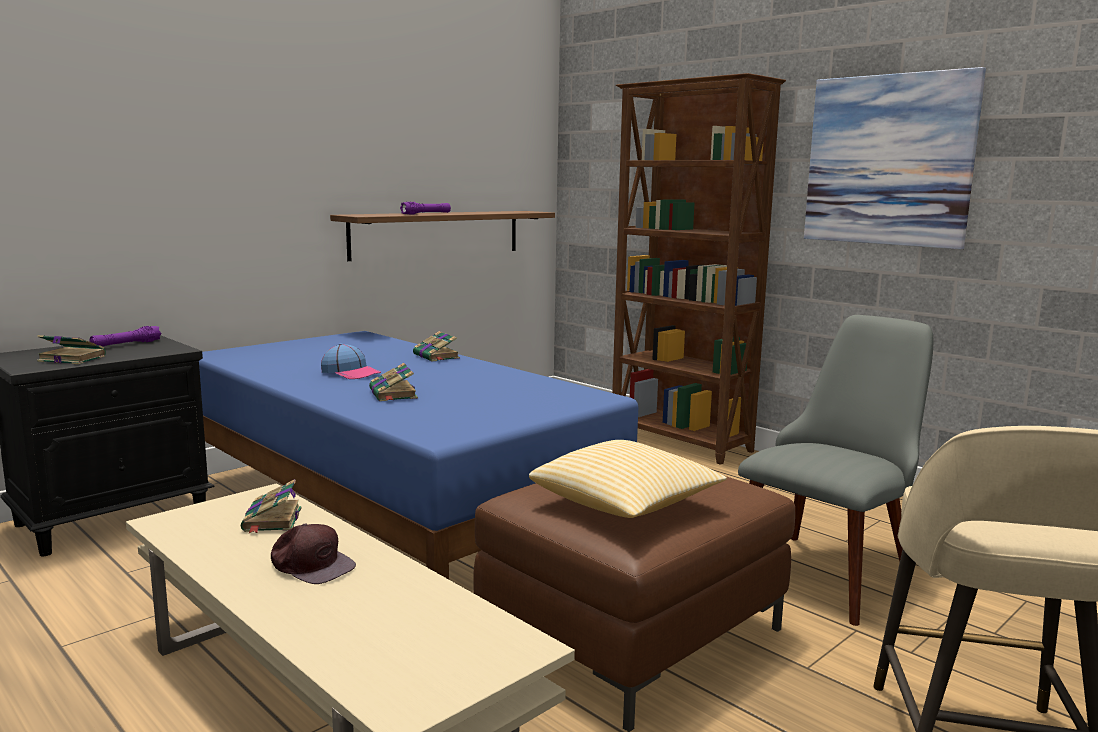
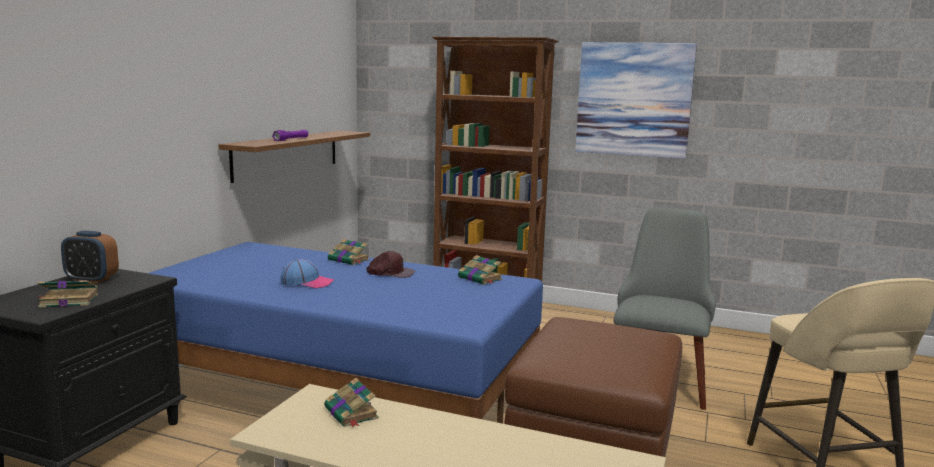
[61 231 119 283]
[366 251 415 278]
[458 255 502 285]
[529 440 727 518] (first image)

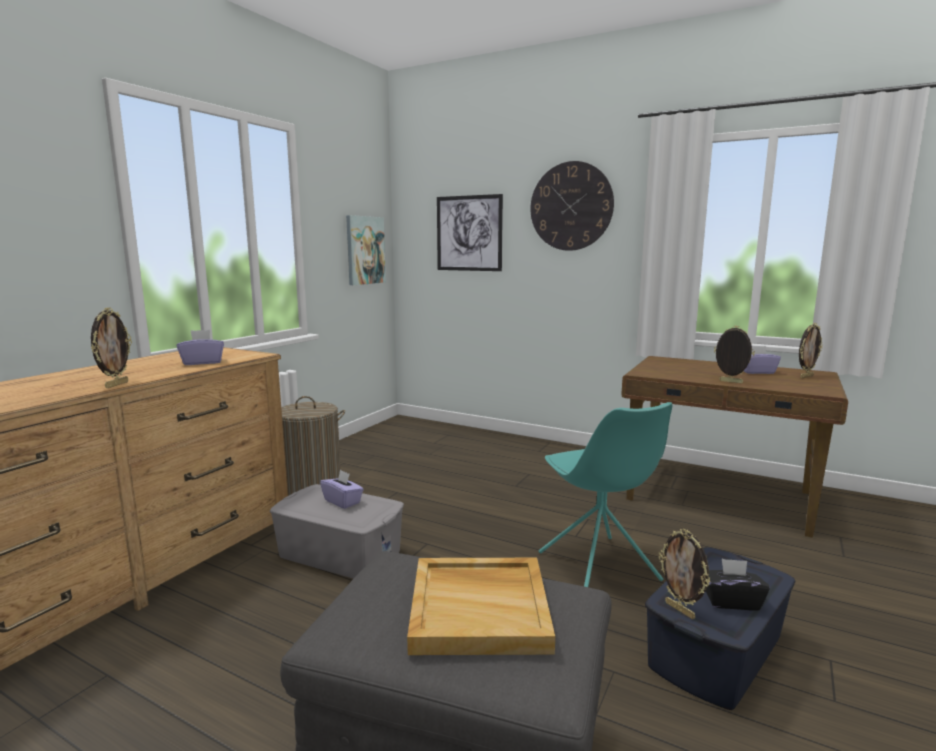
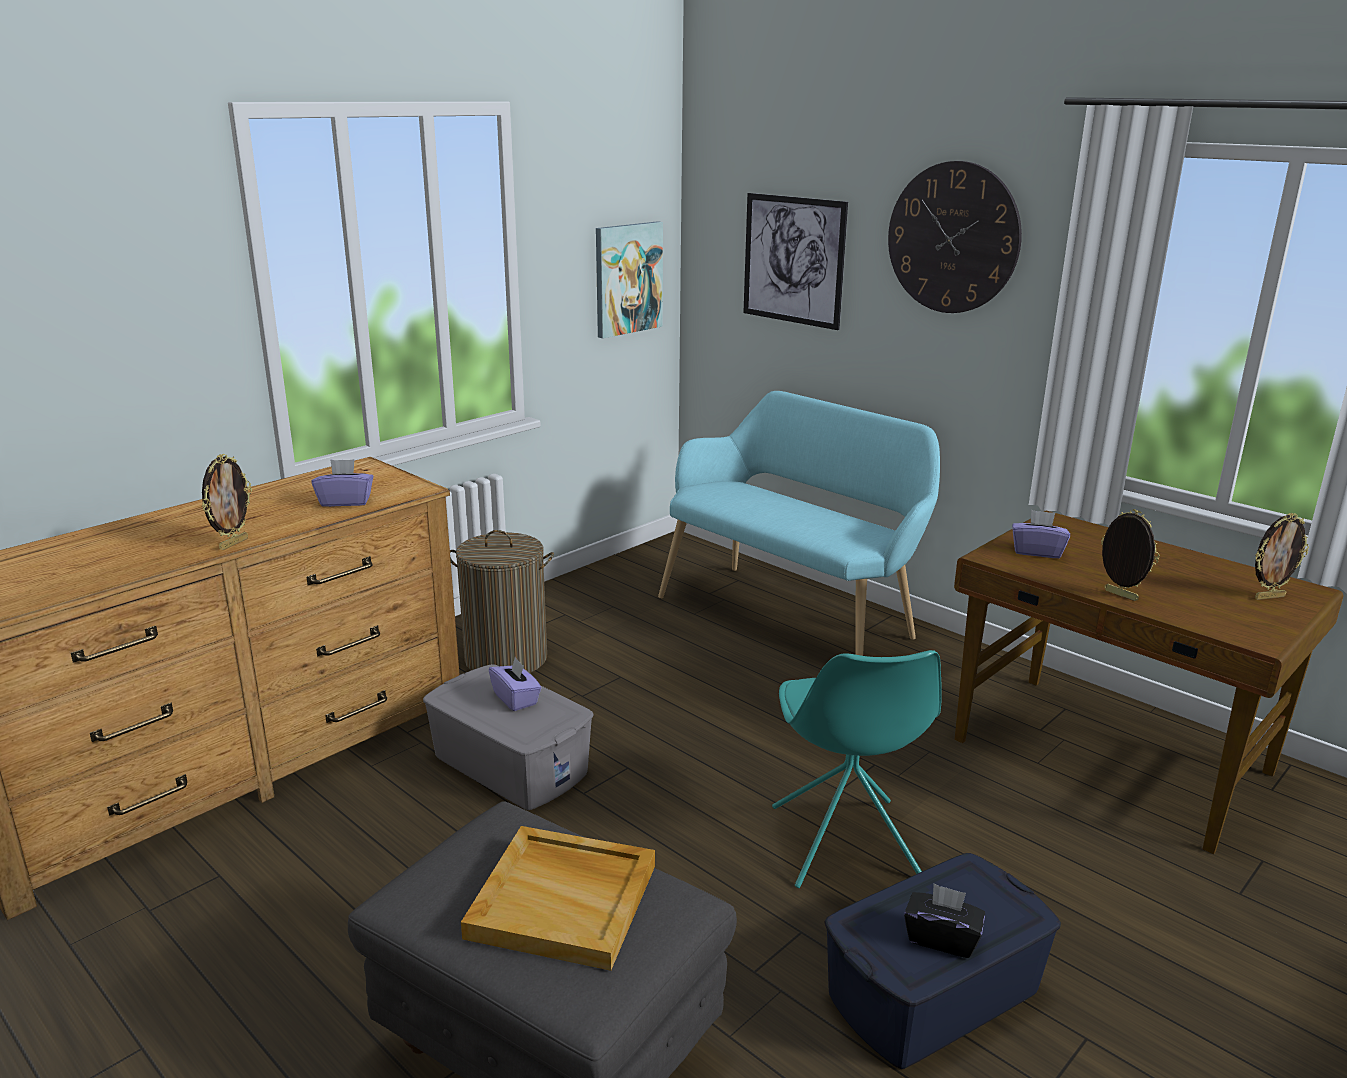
[658 391 940 656]
[1012 510 1070 558]
[659 529 710 619] (first image)

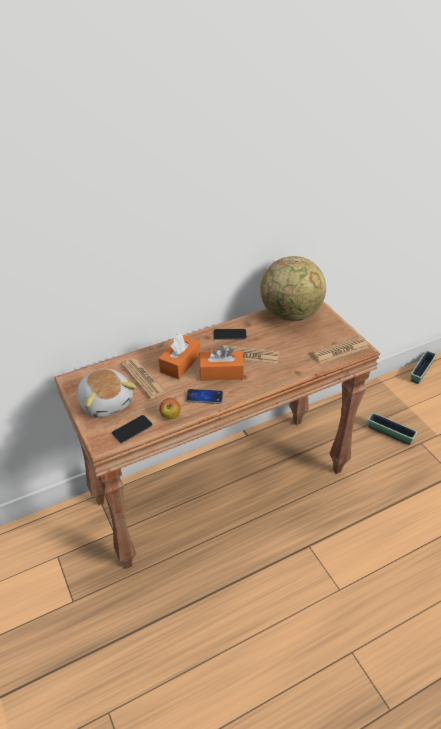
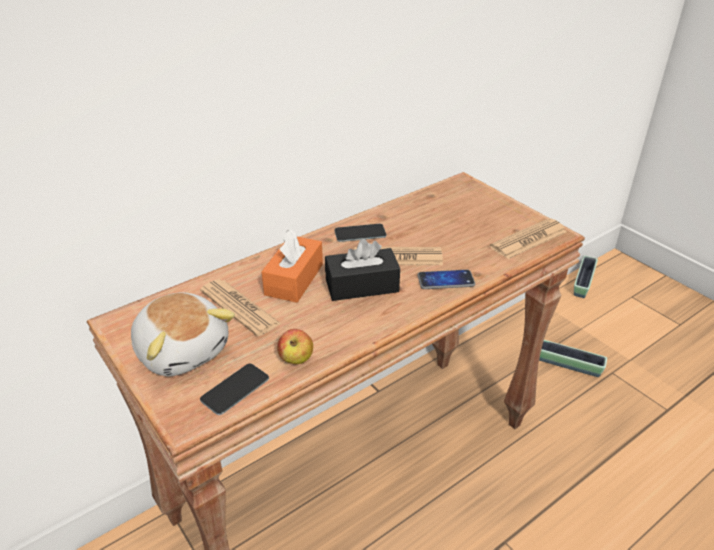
[325 239 400 301]
[417 270 475 289]
[261 256 326 321] (first image)

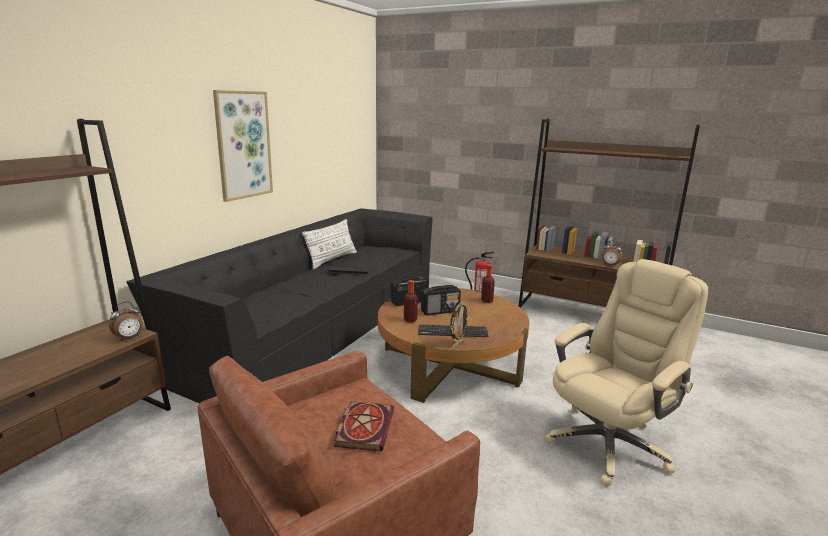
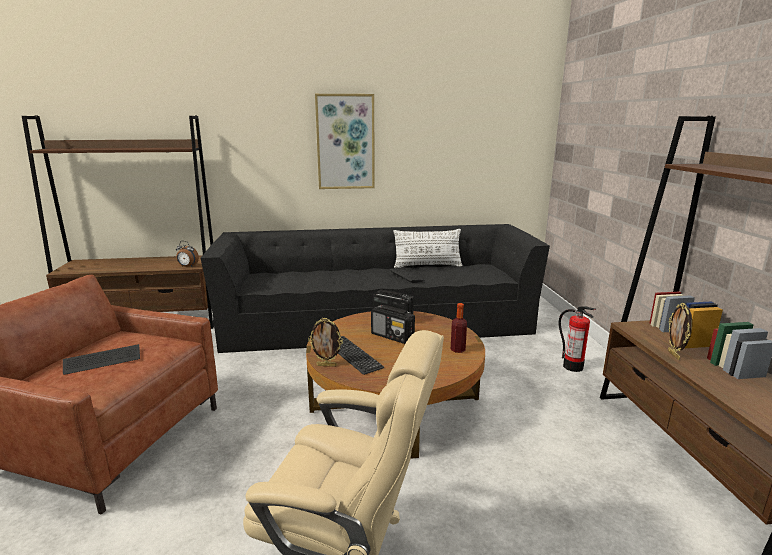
[63 344 140 375]
[668 303 692 360]
[404 280 418 323] (first image)
[602 241 623 267] (first image)

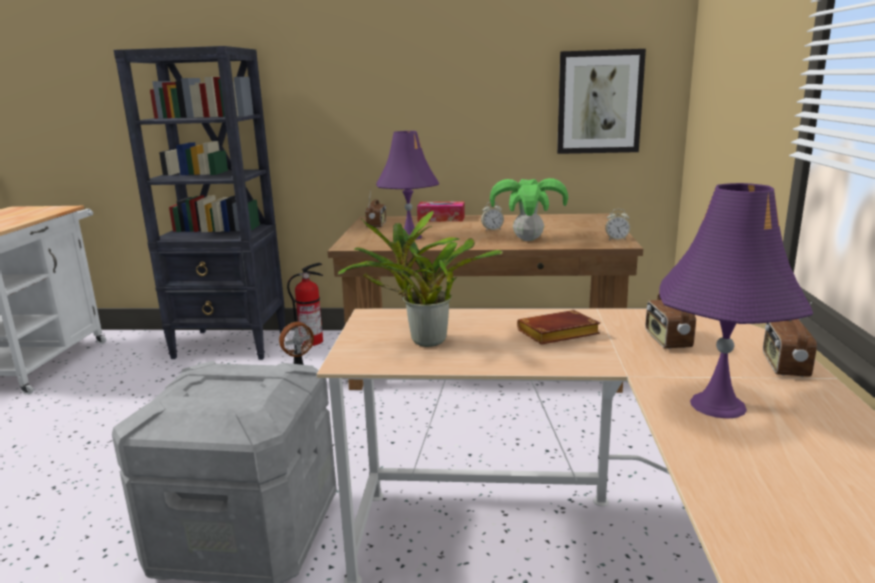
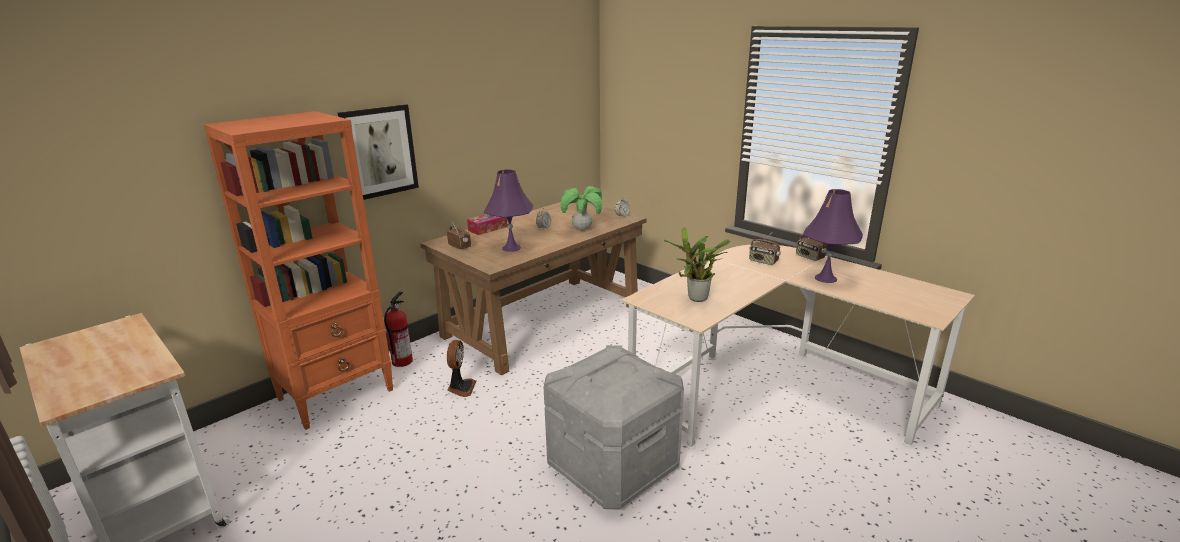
[203 111 394 430]
[338 104 419 200]
[517 310 600 344] (first image)

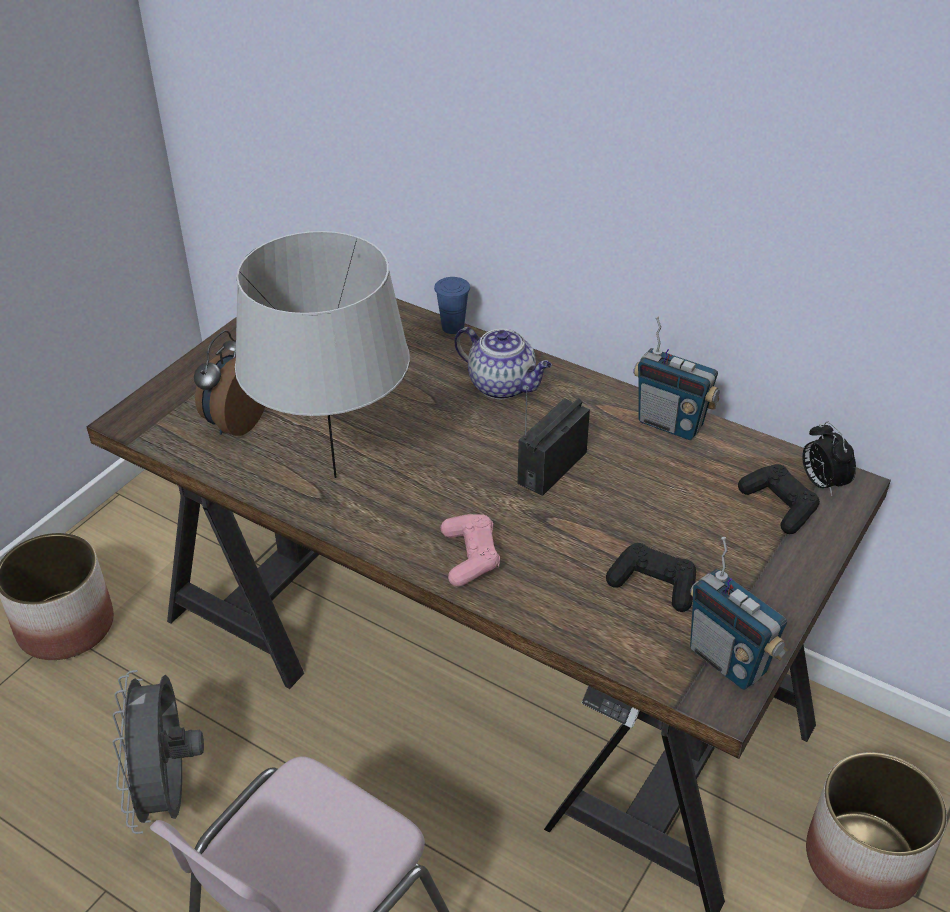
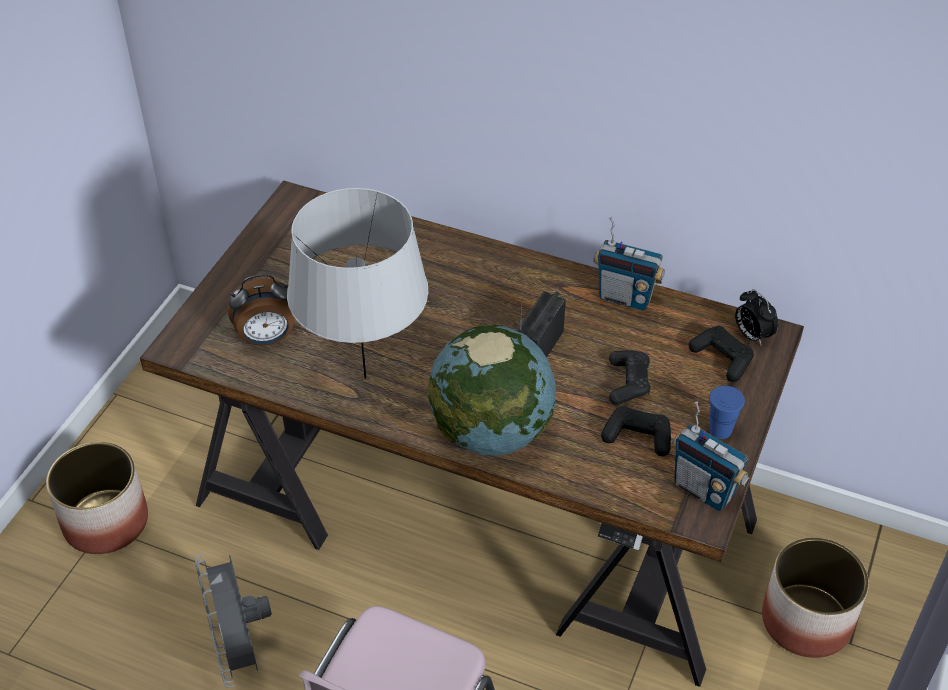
[227 274 294 346]
[427 325 556 456]
[609 350 651 405]
[709 386 745 439]
[455 327 552 399] (first image)

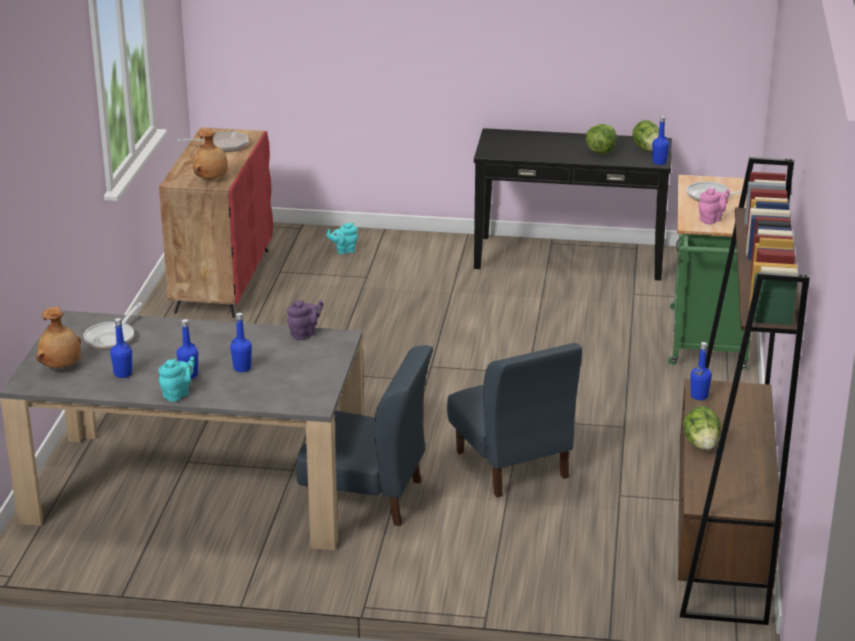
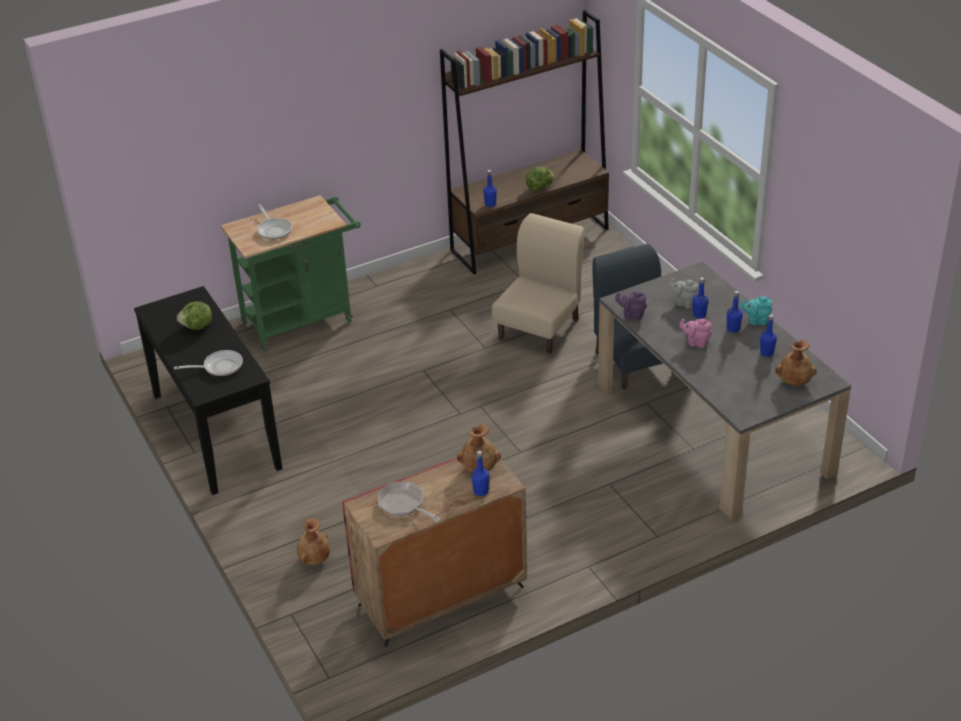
[174 350 243 376]
[297 518 330 565]
[471 450 490 496]
[492 213 584 354]
[669 278 698 308]
[679 318 712 348]
[632 120 659 152] (first image)

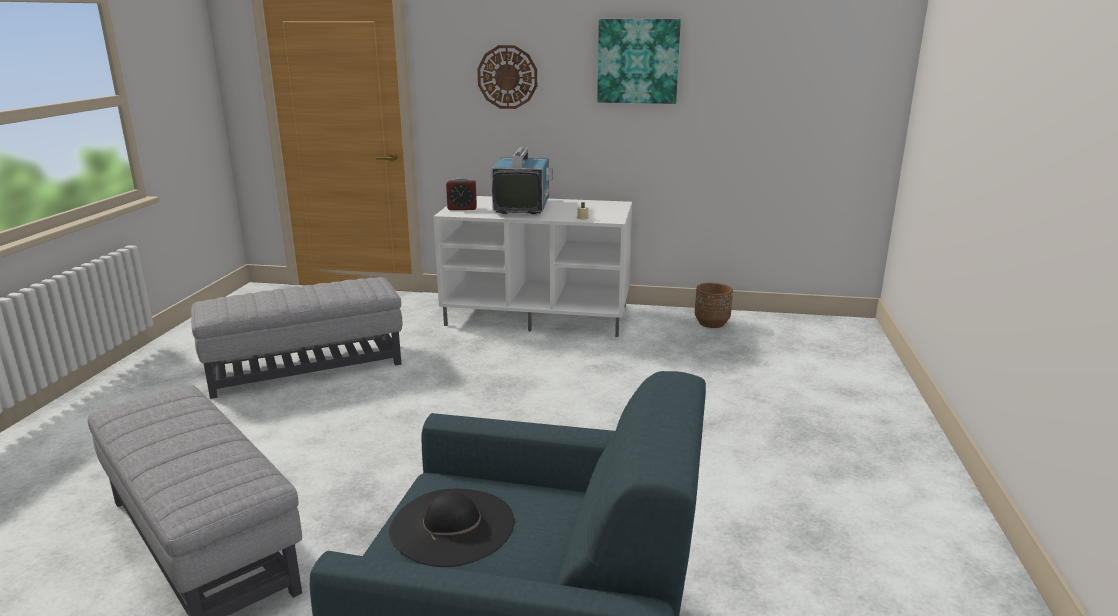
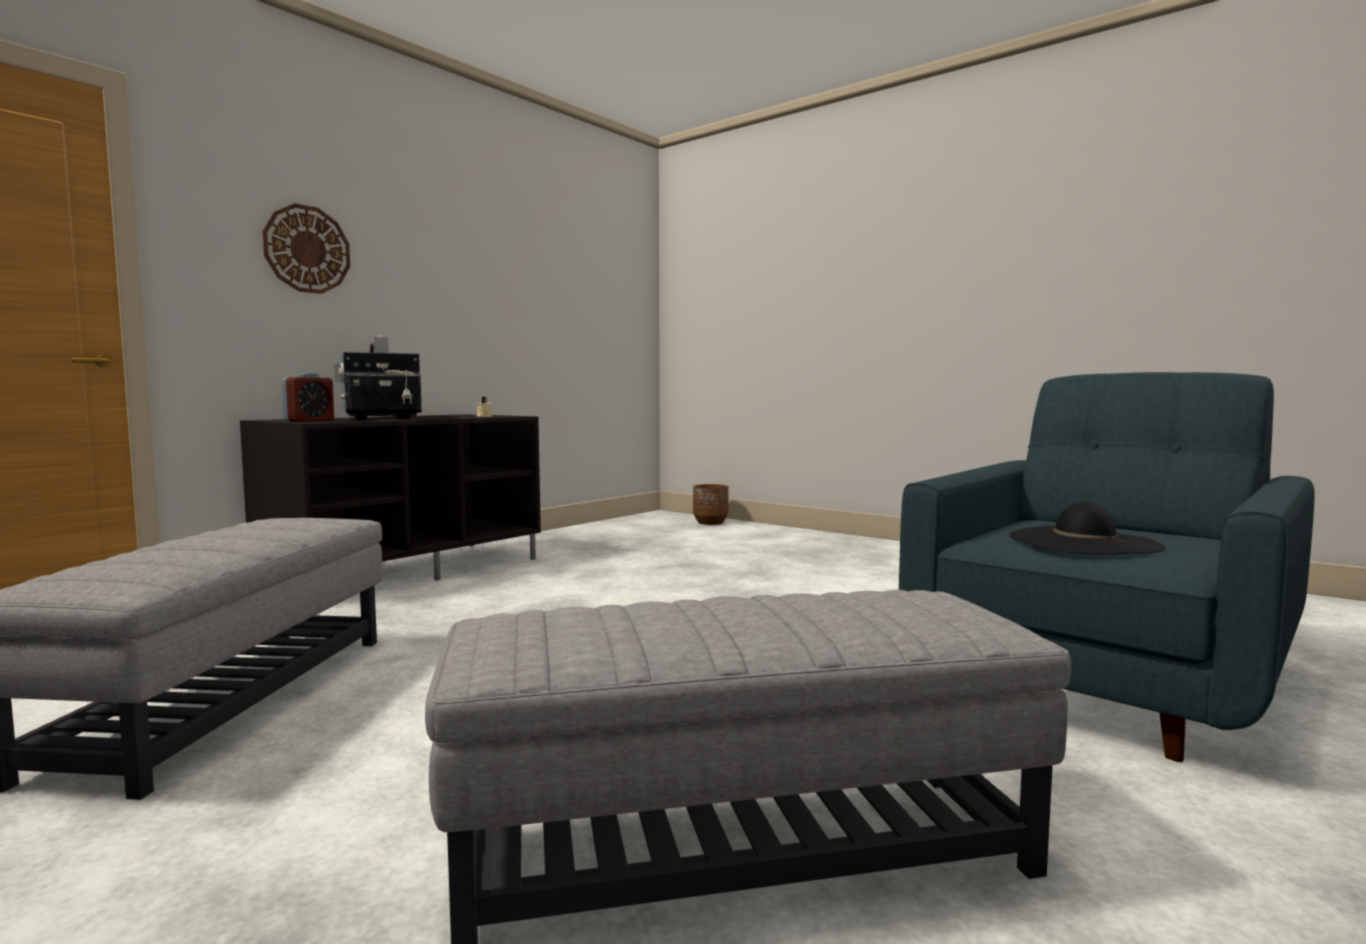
[240 414 541 581]
[334 335 422 419]
[693 484 728 525]
[597 19 681 104] (first image)

